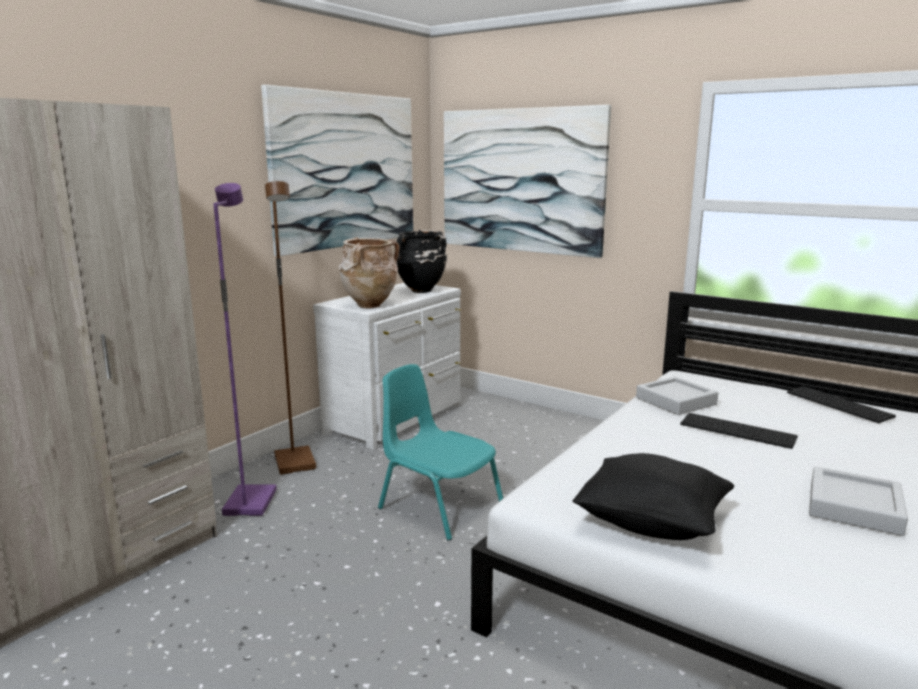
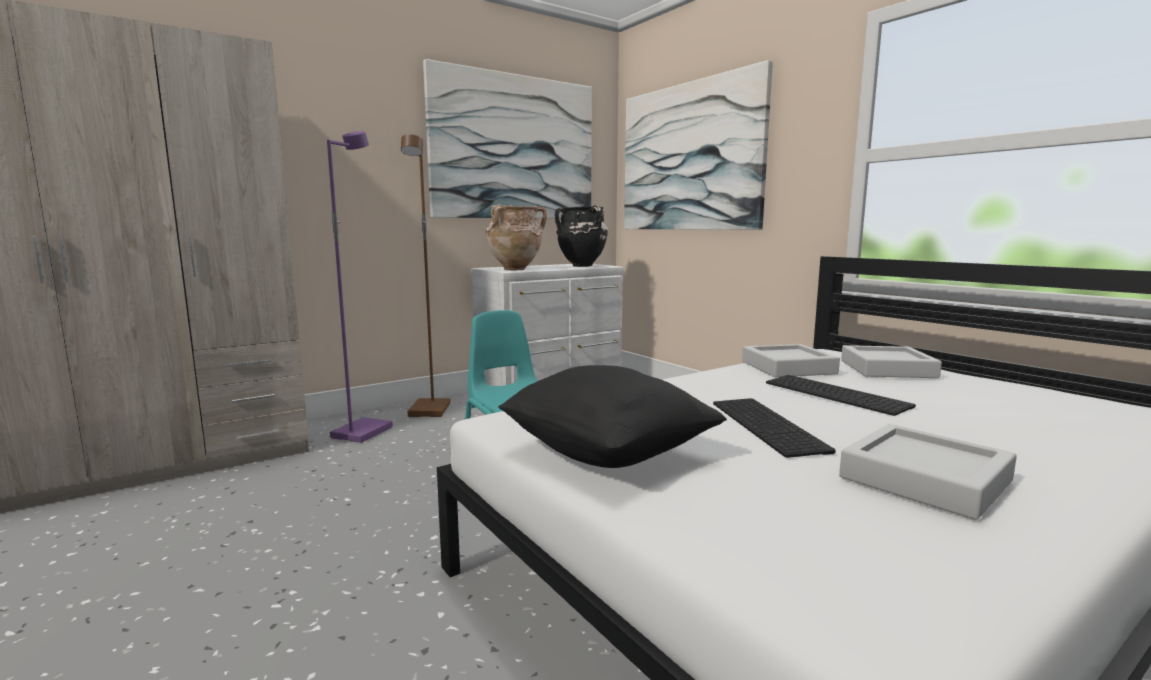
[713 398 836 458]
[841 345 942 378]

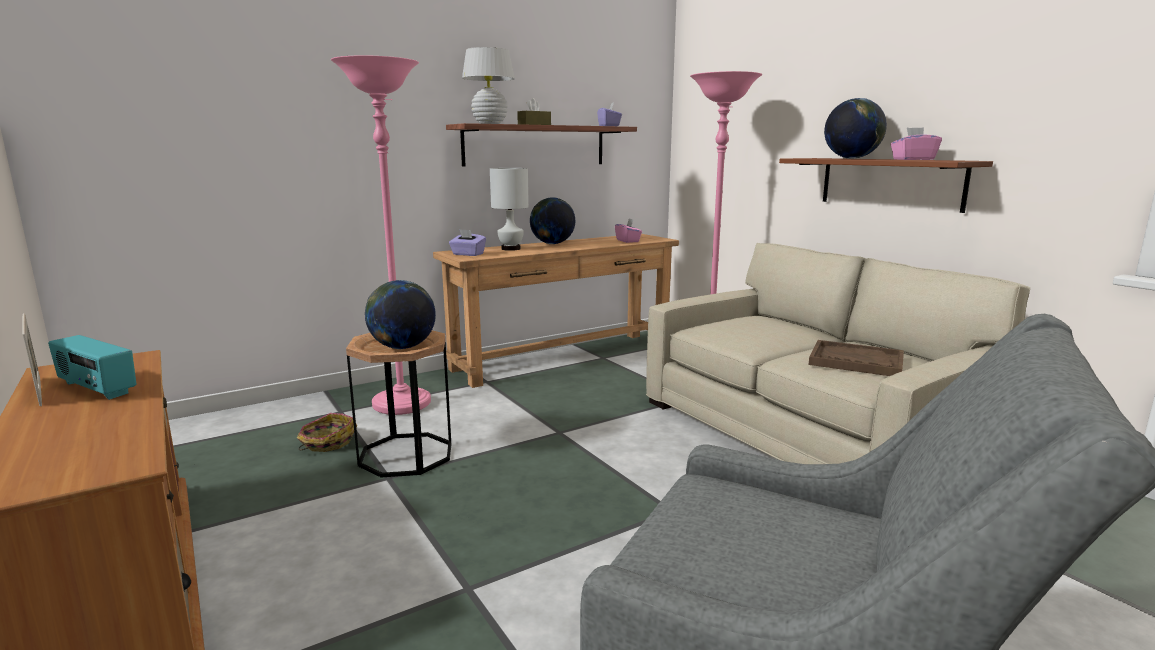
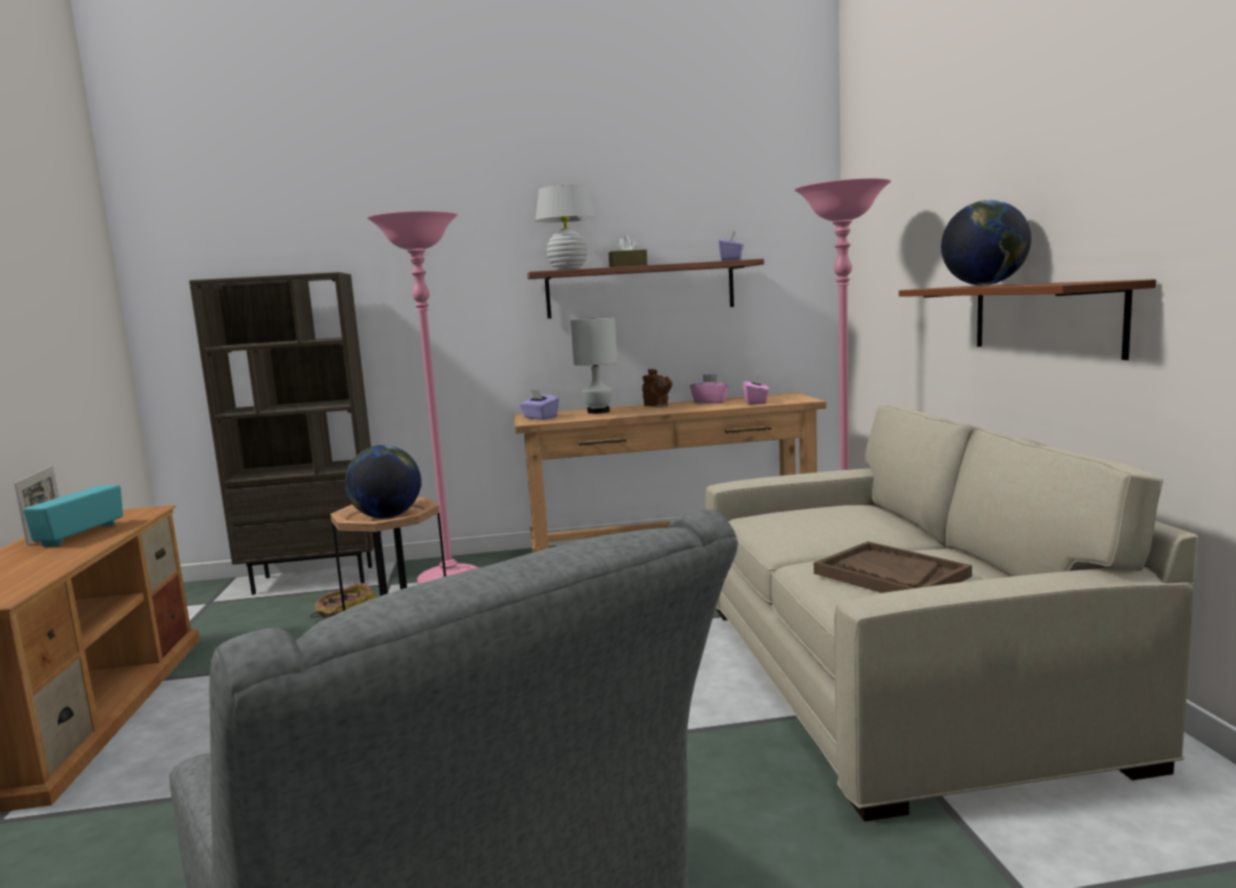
[23 485 123 547]
[189 272 381 595]
[642 369 673 407]
[690 374 729 403]

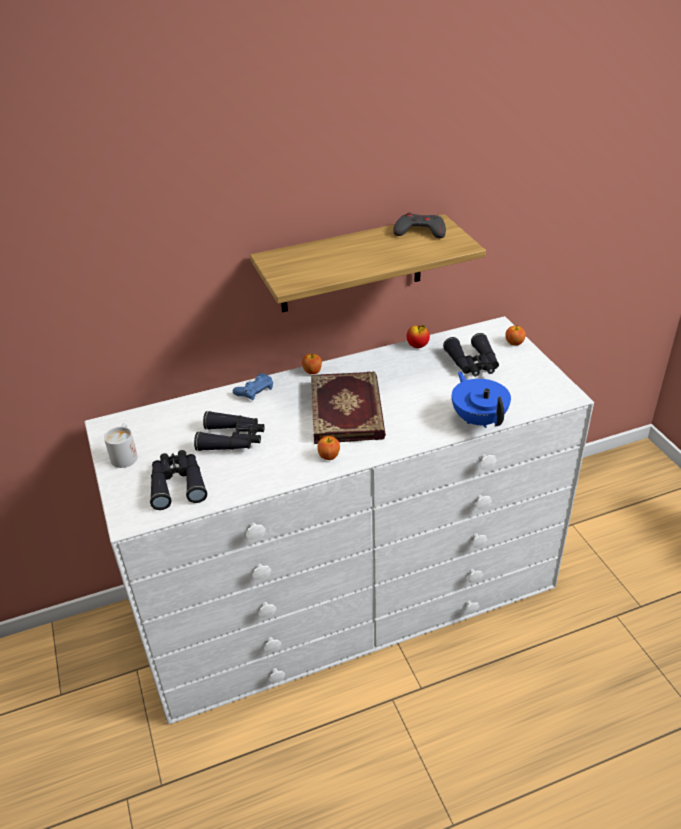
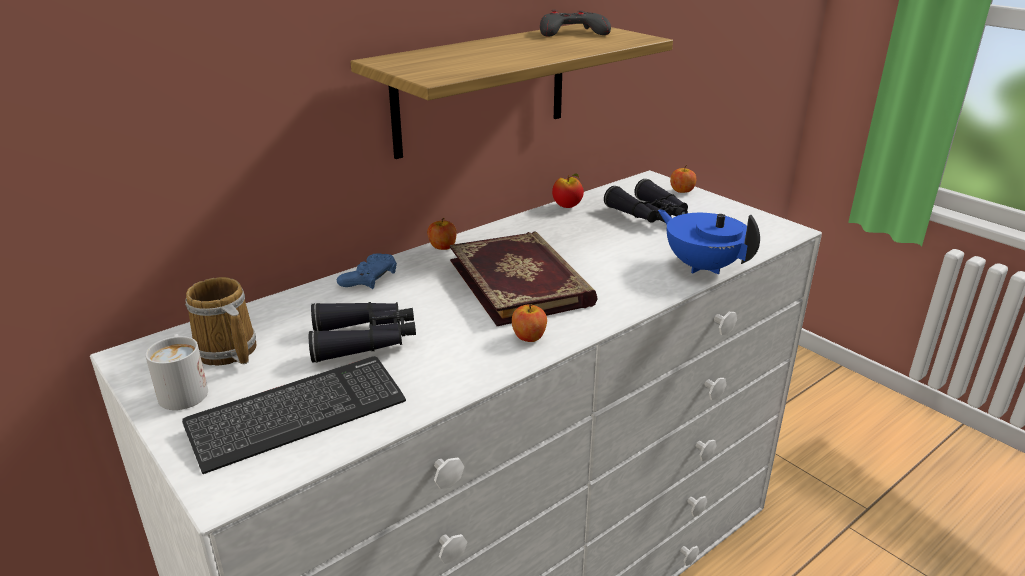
[182 356 406 474]
[185 277 256 366]

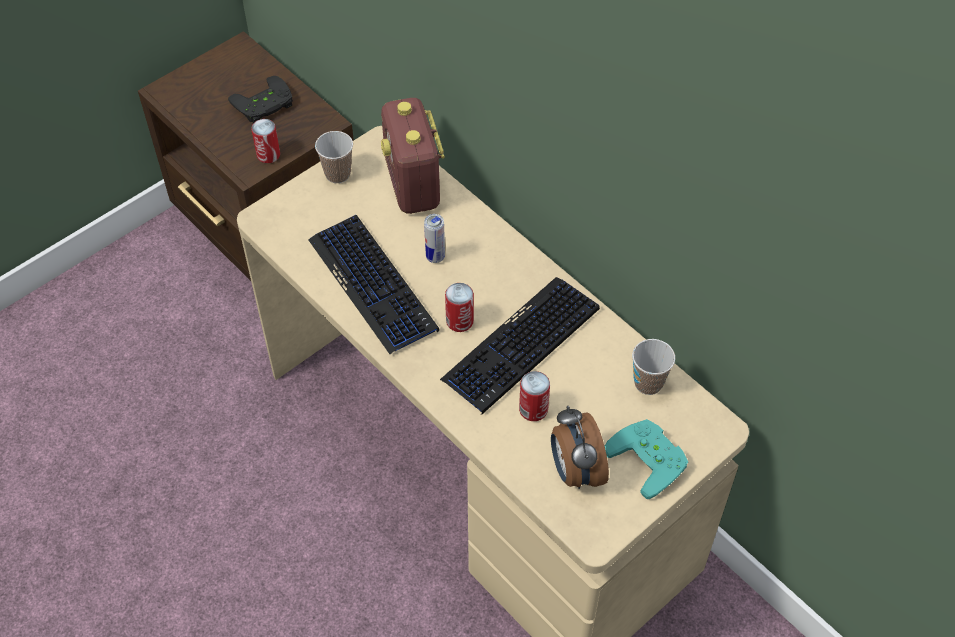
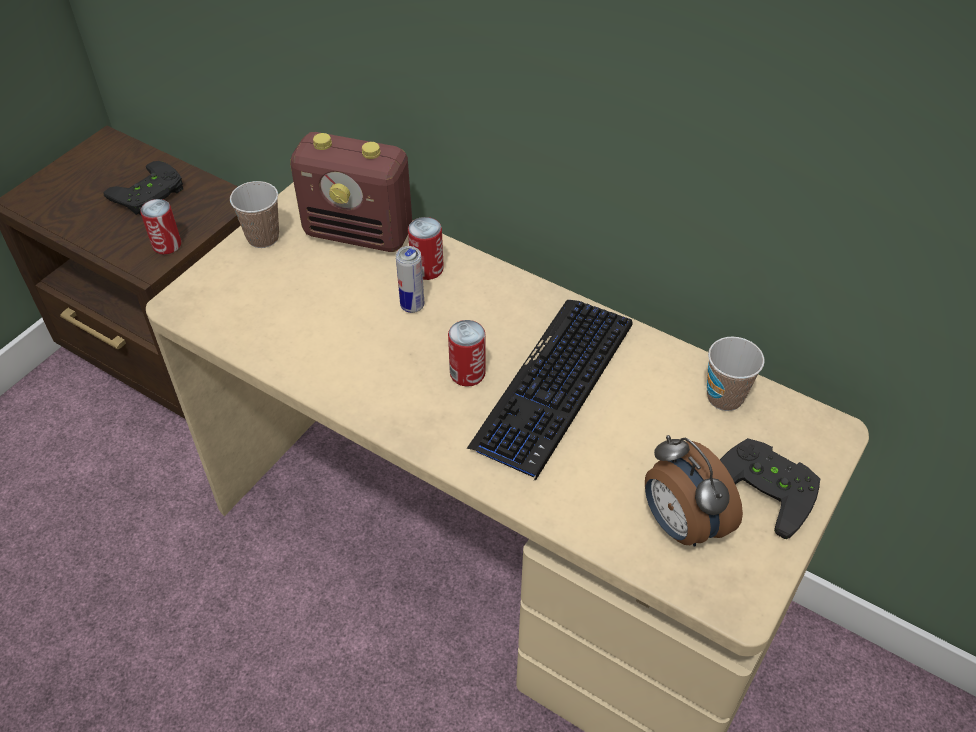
[290 132 412 252]
[408 217 444 280]
[720 438 820 539]
[309 215 439 354] (first image)

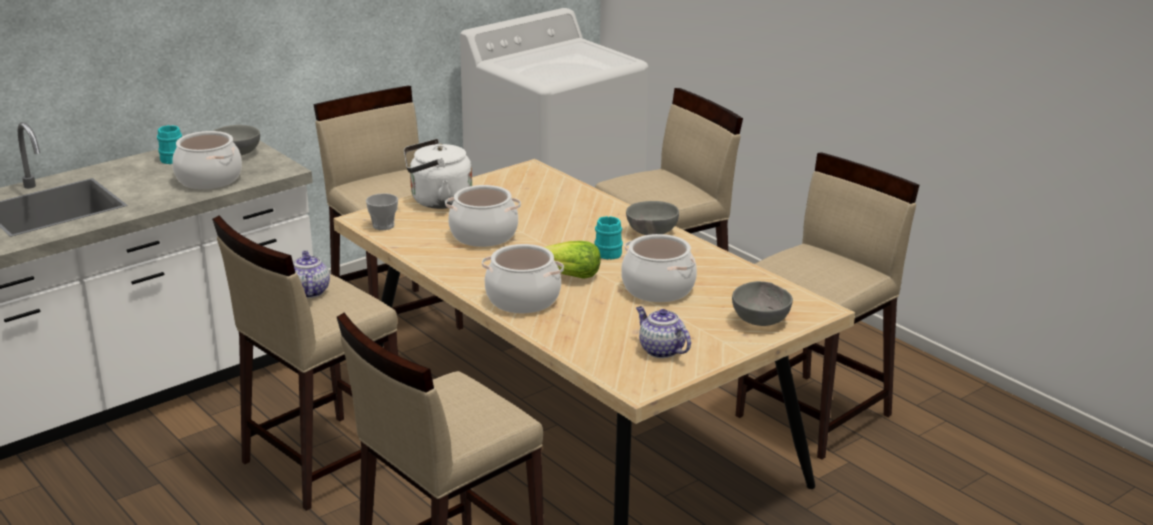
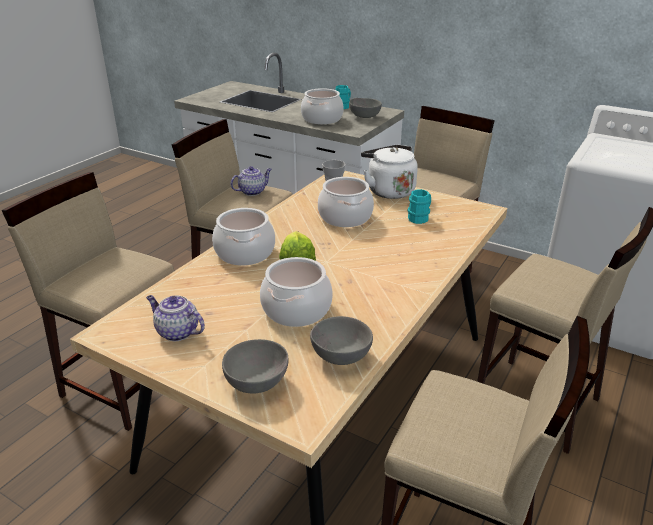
[146 295 205 341]
[310 316 373 365]
[408 189 431 224]

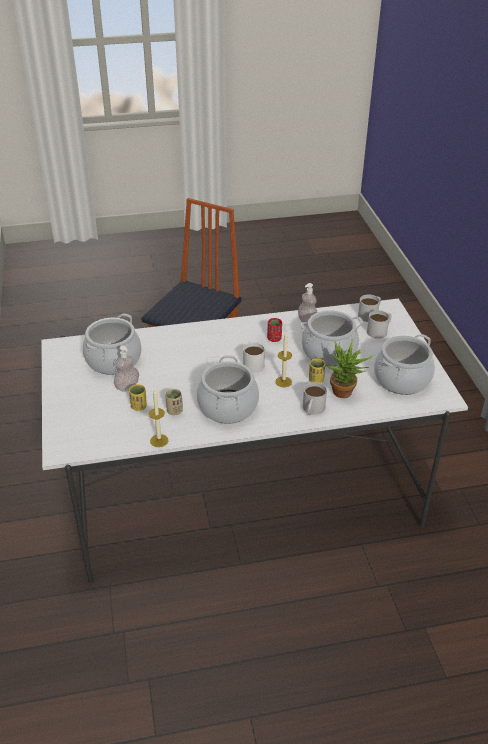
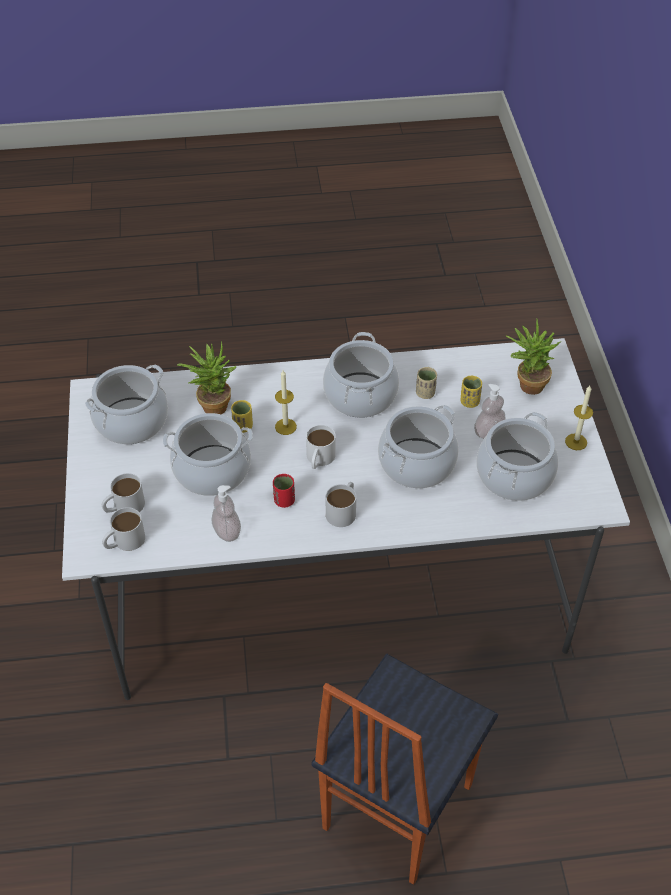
[326 482 356 527]
[378 405 459 488]
[505 319 562 395]
[565 386 593 450]

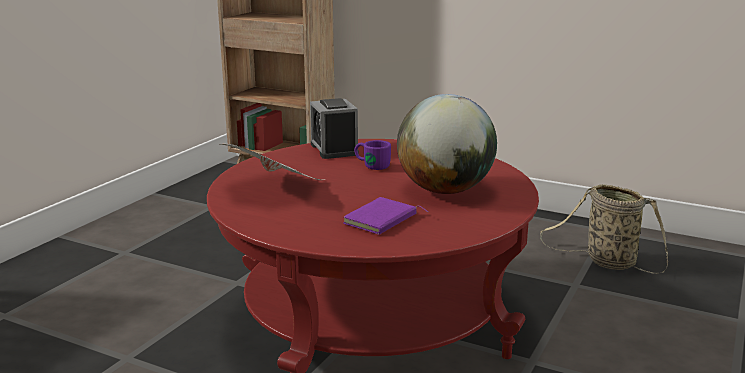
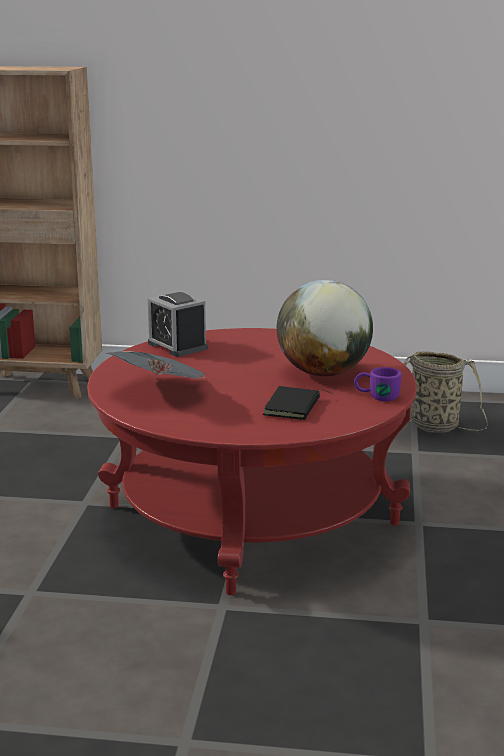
[263 386 332 420]
[354 367 401 401]

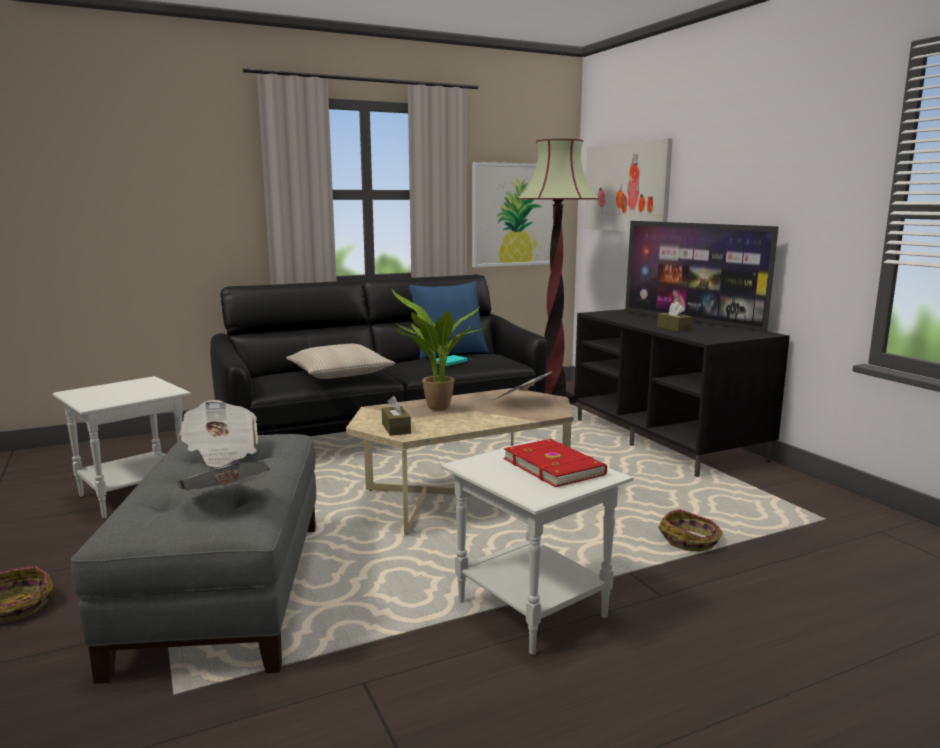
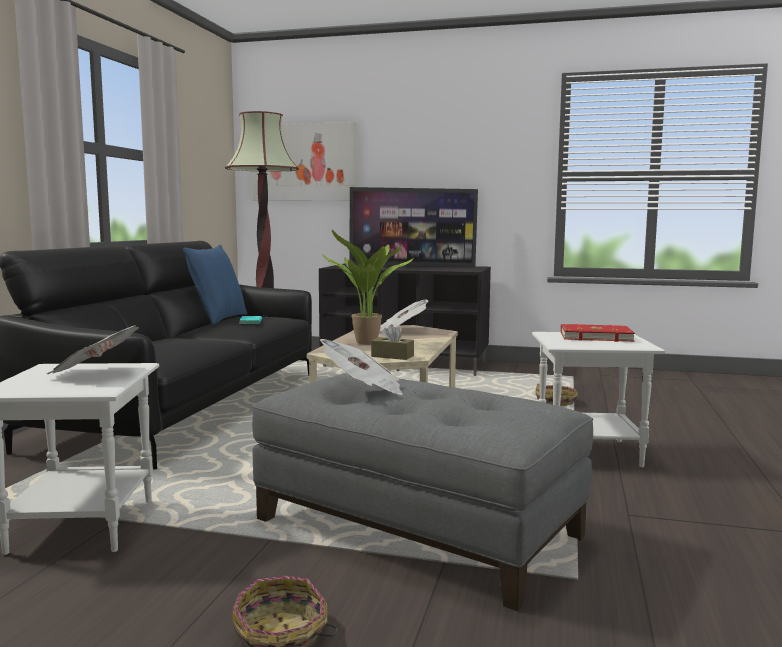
[47 325 139 374]
[286 344 395 379] (first image)
[472 162 562 267] (first image)
[657 302 692 332] (first image)

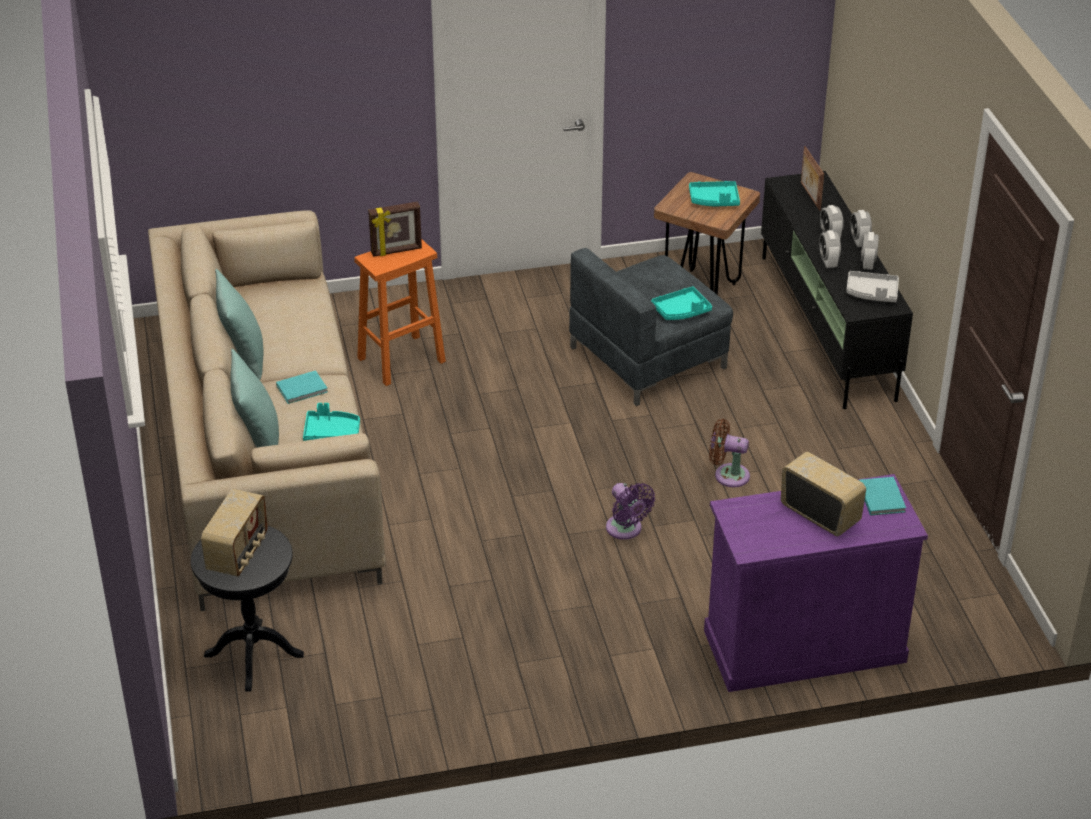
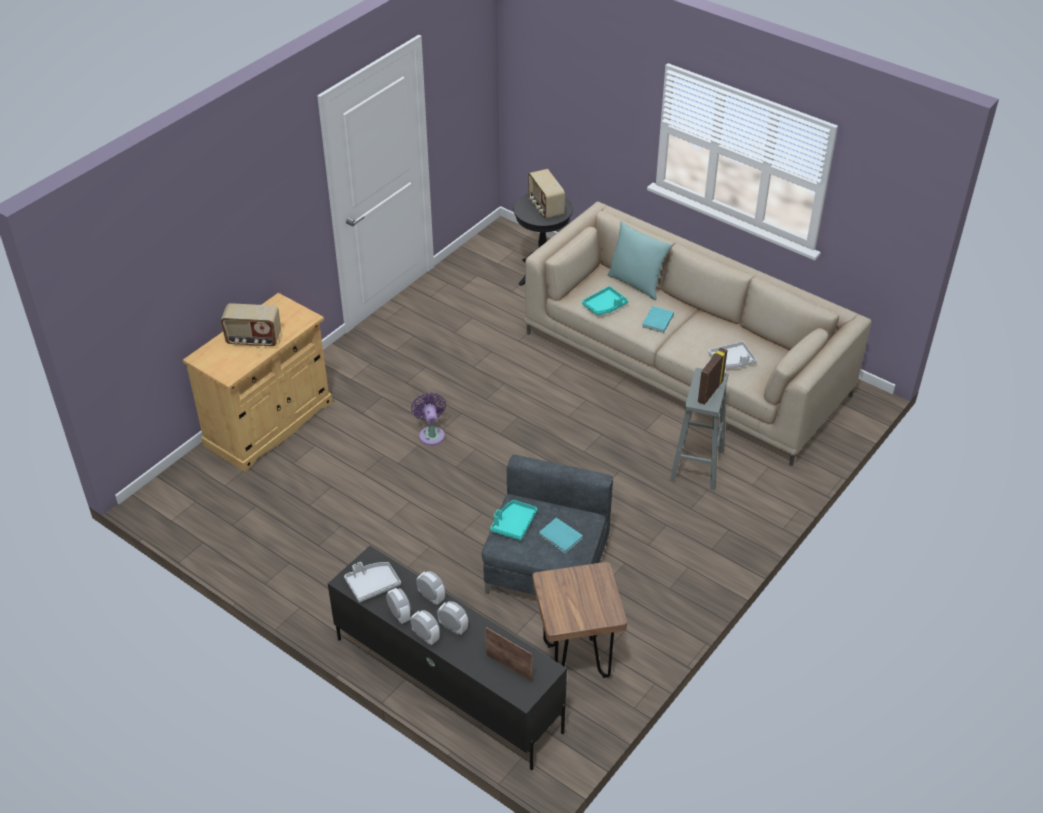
[183 293 333 472]
[411 392 446 445]
[539 518 583 553]
[670 368 728 490]
[708 341 756 369]
[215 269 264 380] (first image)
[689 181 740 206] (first image)
[709 419 750 487] (first image)

